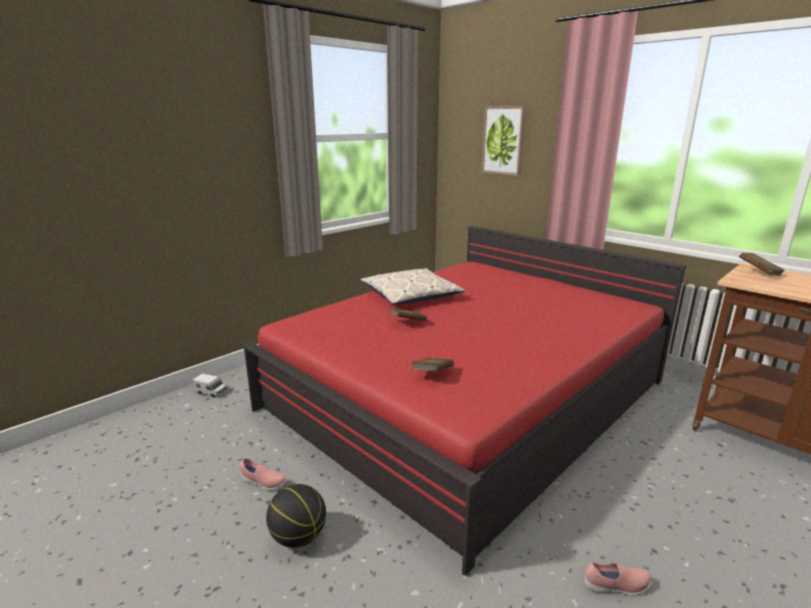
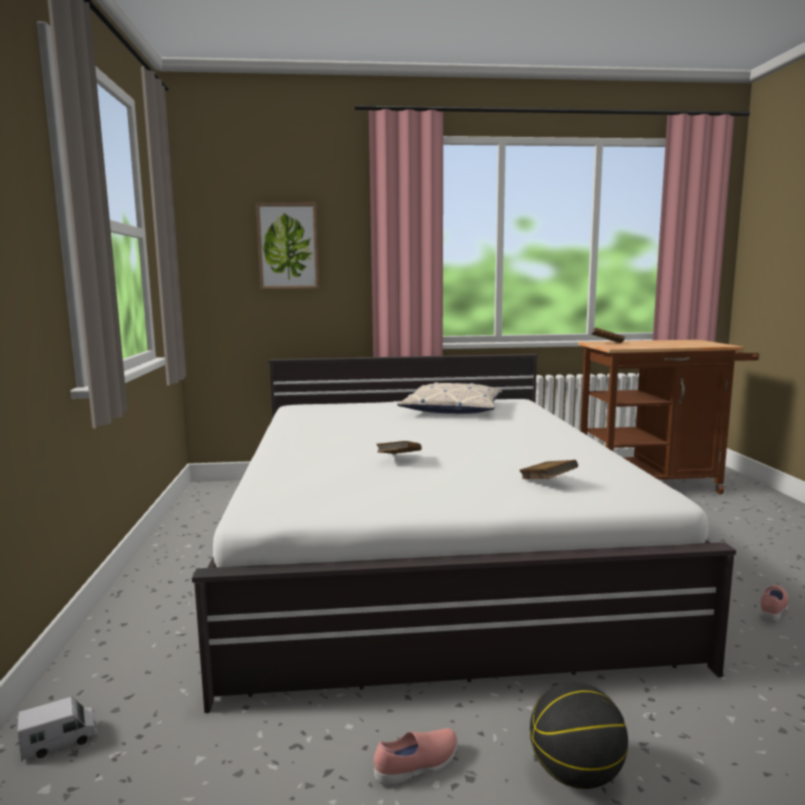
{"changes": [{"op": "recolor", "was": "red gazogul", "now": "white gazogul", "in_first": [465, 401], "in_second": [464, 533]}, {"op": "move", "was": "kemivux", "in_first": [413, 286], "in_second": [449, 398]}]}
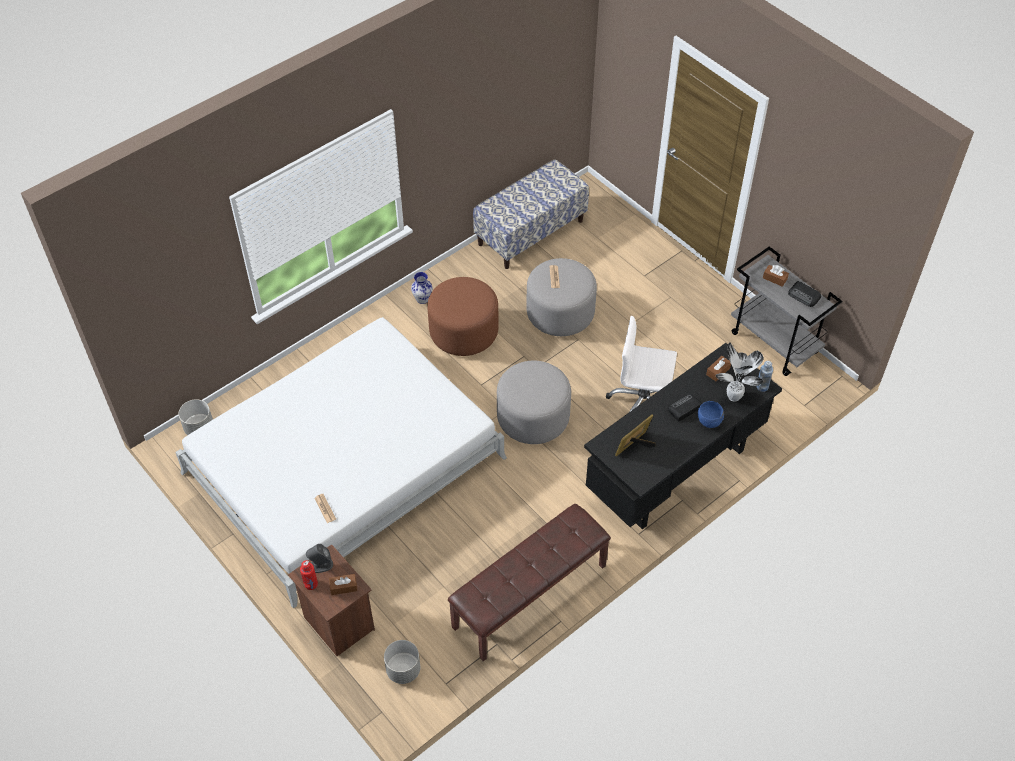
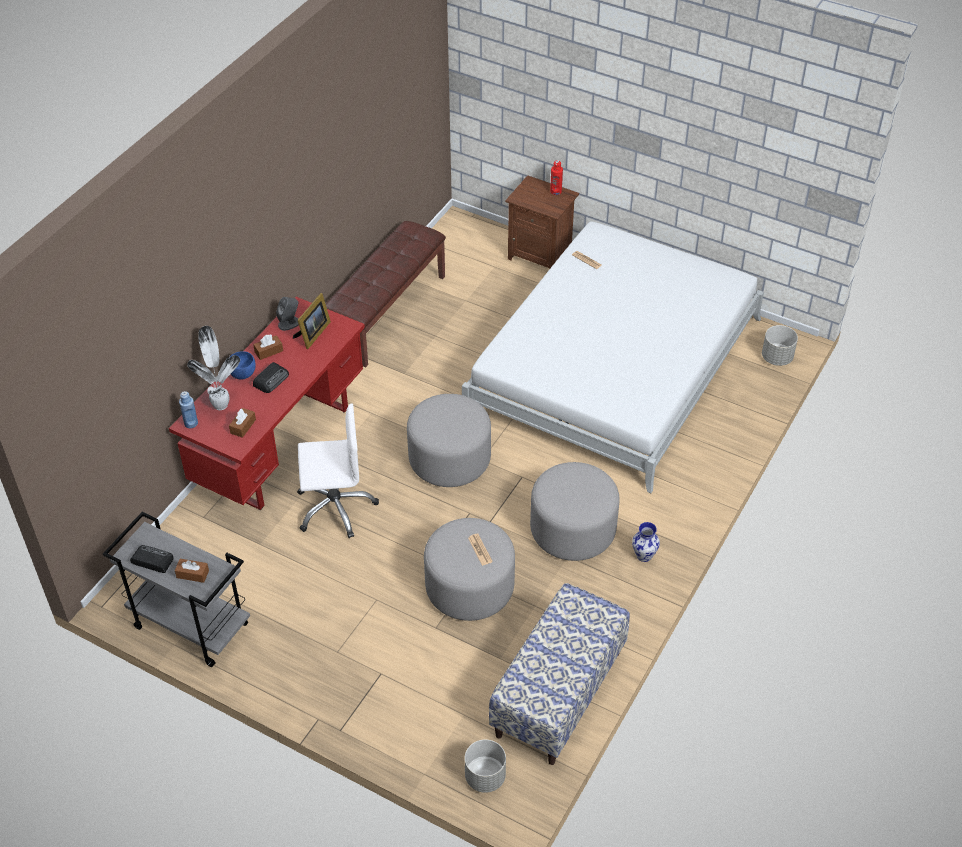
{"changes": [{"op": "recolor", "was": "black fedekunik", "now": "red fedekunik", "in_first": [683, 436], "in_second": [267, 403]}, {"op": "move", "was": "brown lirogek", "in_first": [343, 584], "in_second": [268, 347]}, {"op": "move", "was": "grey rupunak", "in_first": [319, 558], "in_second": [287, 314]}, {"op": "move", "was": "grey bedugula", "in_first": [402, 662], "in_second": [485, 766]}, {"op": "recolor", "was": "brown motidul", "now": "grey motidul", "in_first": [463, 316], "in_second": [574, 511]}]}
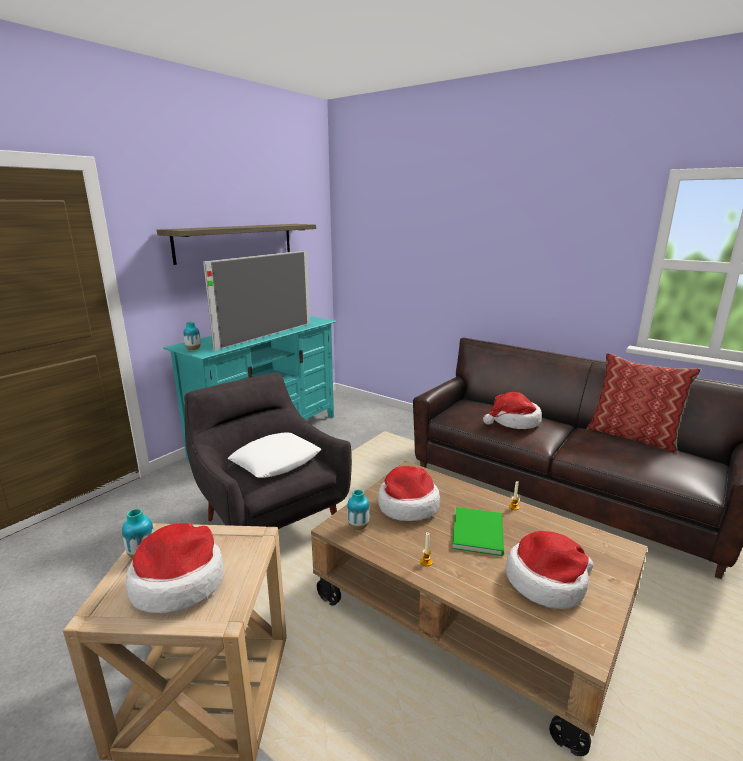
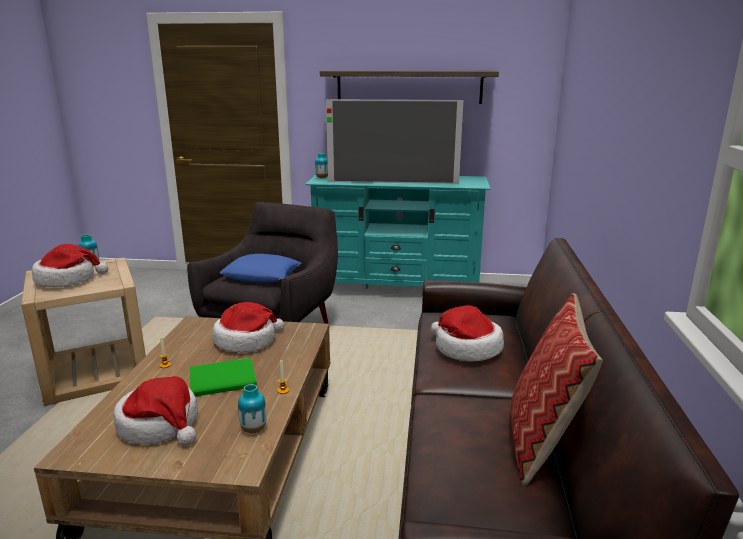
{"changes": [{"op": "recolor", "was": "white kemivux", "now": "blue kemivux", "in_first": [275, 455], "in_second": [260, 268]}, {"op": "move", "was": "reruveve", "in_first": [358, 509], "in_second": [252, 409]}]}
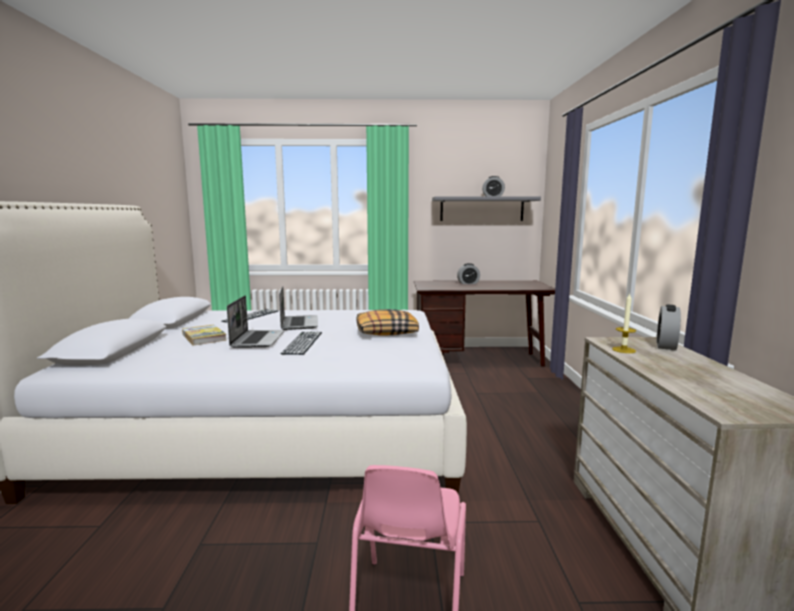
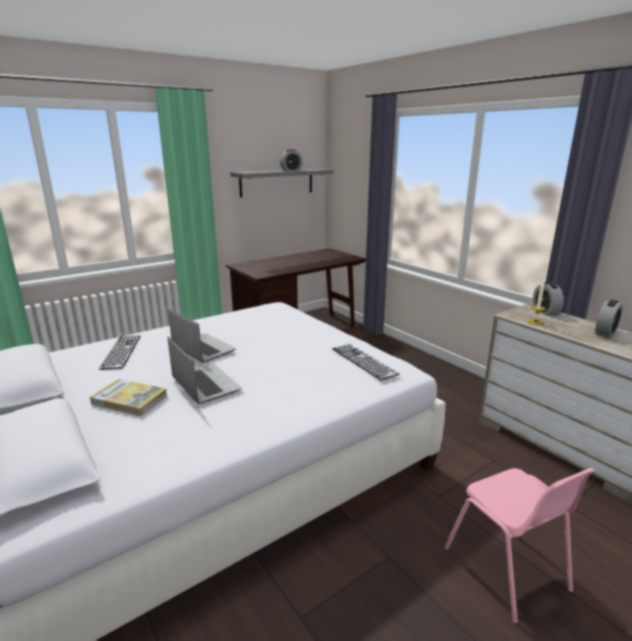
{"changes": [{"op": "move", "was": "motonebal", "in_first": [301, 343], "in_second": [366, 362]}, {"op": "move", "was": "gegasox", "in_first": [468, 273], "in_second": [609, 318]}, {"op": "delete", "was": "kemivux", "in_first": [387, 322]}]}
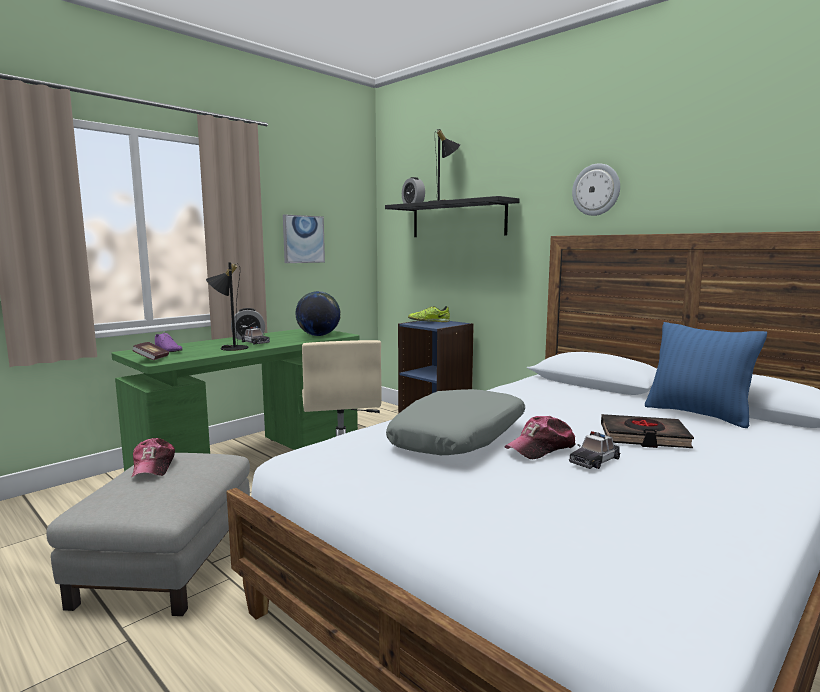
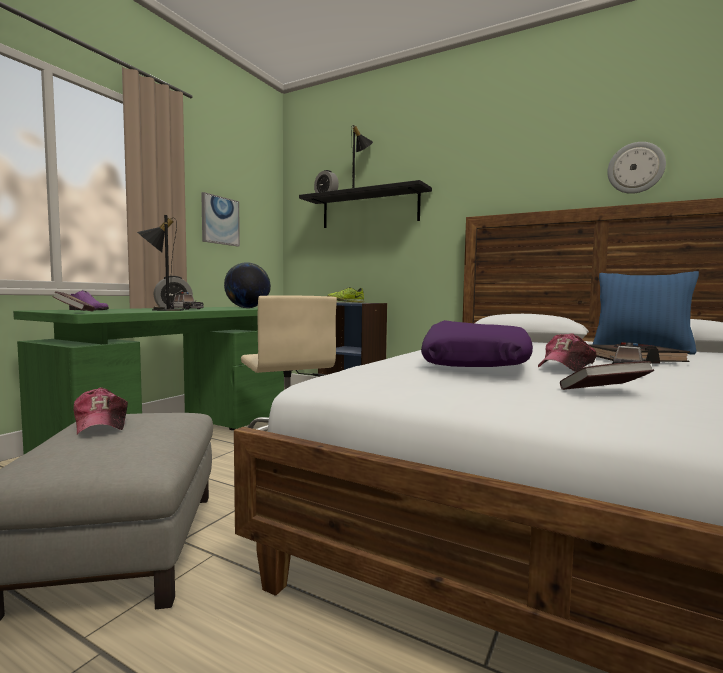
{"changes": [{"op": "recolor", "was": "grey kemivux", "now": "purple kemivux", "in_first": [455, 422], "in_second": [477, 343]}, {"op": "insert", "now": "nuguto", "in_second": [607, 375]}, {"op": "move", "was": "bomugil", "in_first": [596, 189], "in_second": [636, 168]}]}
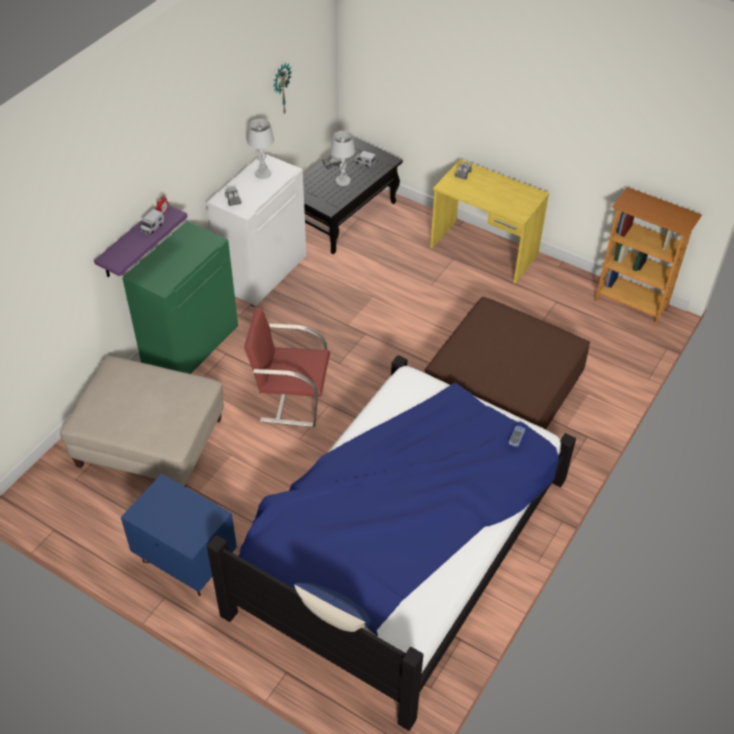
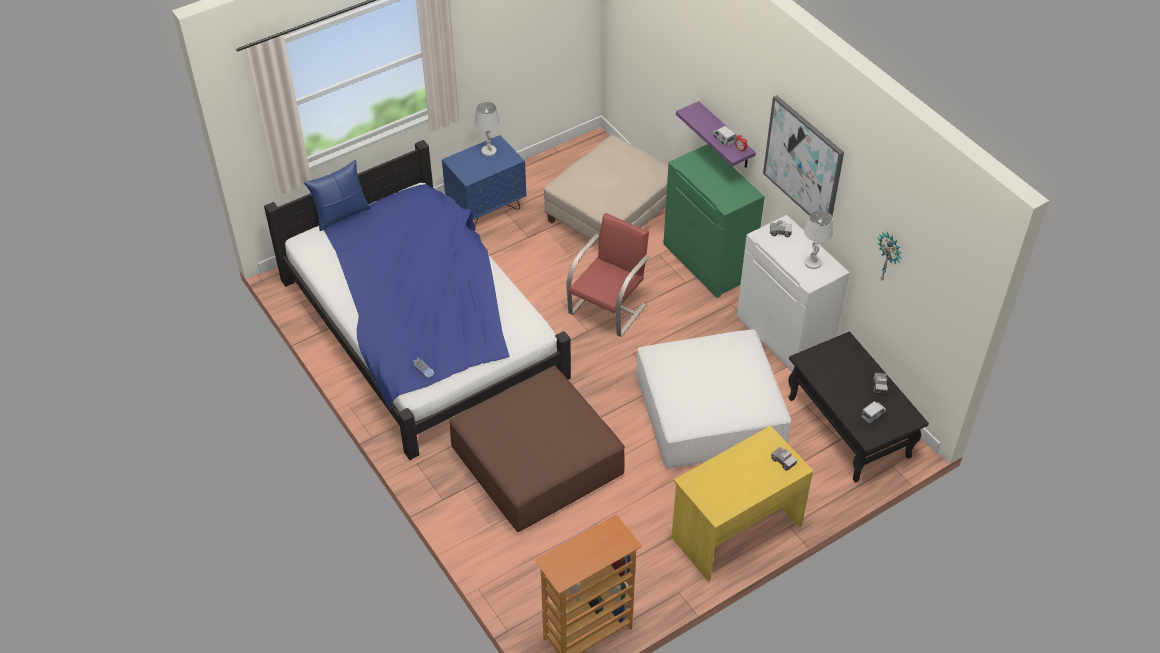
{"changes": [{"op": "move", "was": "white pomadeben", "in_first": [342, 158], "in_second": [487, 129]}, {"op": "insert", "now": "white motidul", "in_second": [713, 399]}, {"op": "insert", "now": "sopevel", "in_second": [803, 160]}]}
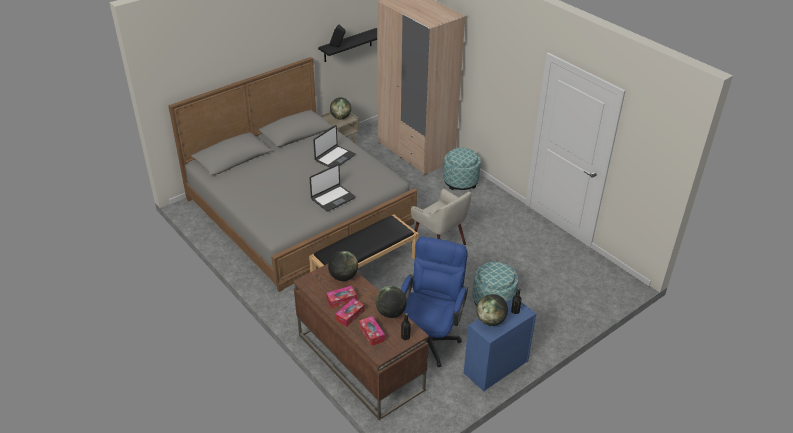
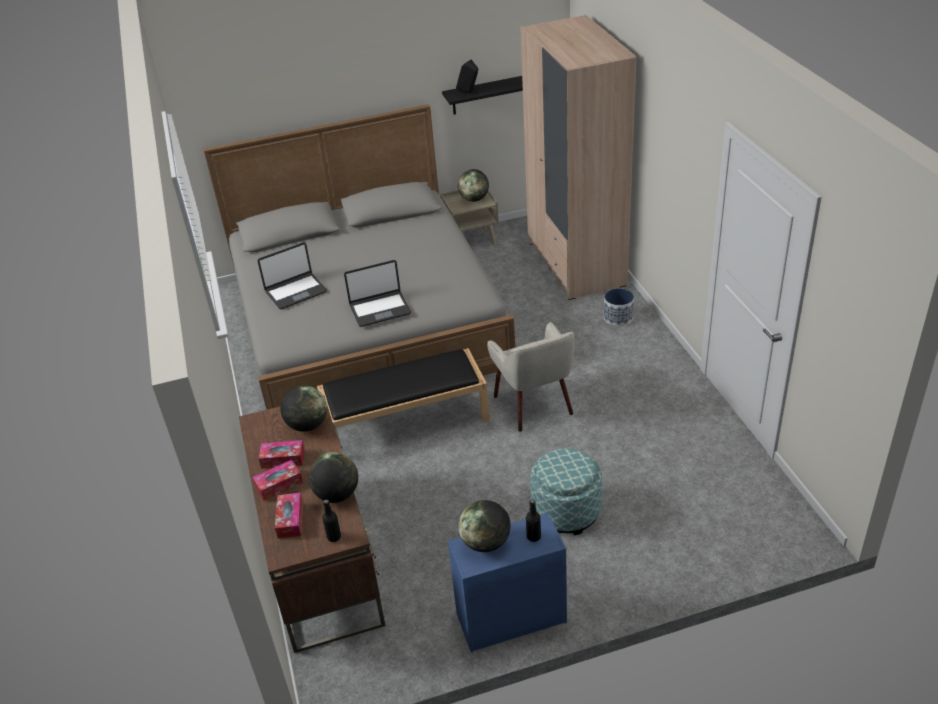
{"changes": [{"op": "move", "was": "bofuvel", "in_first": [334, 146], "in_second": [292, 275]}, {"op": "replace", "was": "motidul", "now": "bedugula", "in_first": [462, 169], "in_second": [619, 307]}, {"op": "delete", "was": "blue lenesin", "in_first": [434, 301]}]}
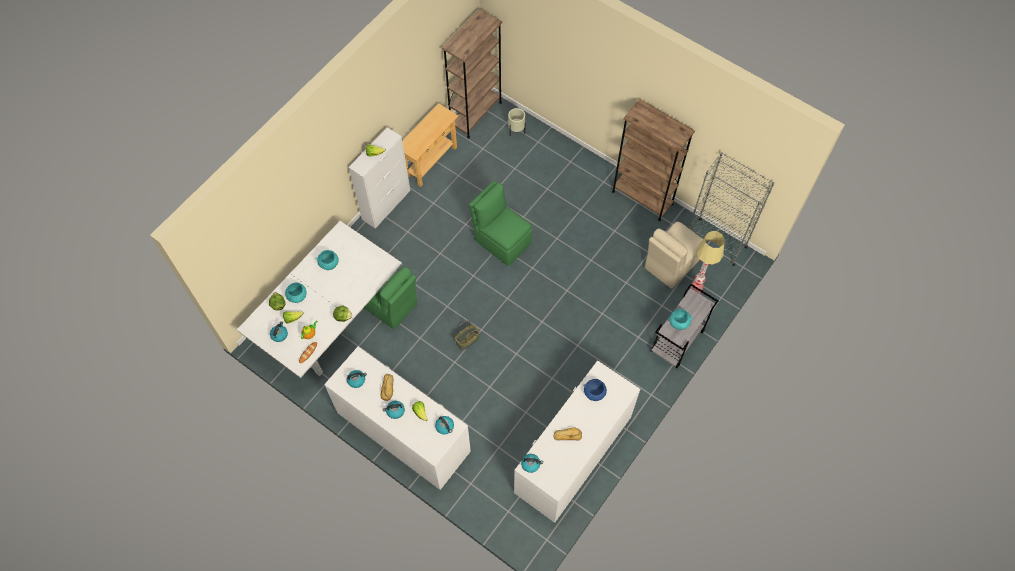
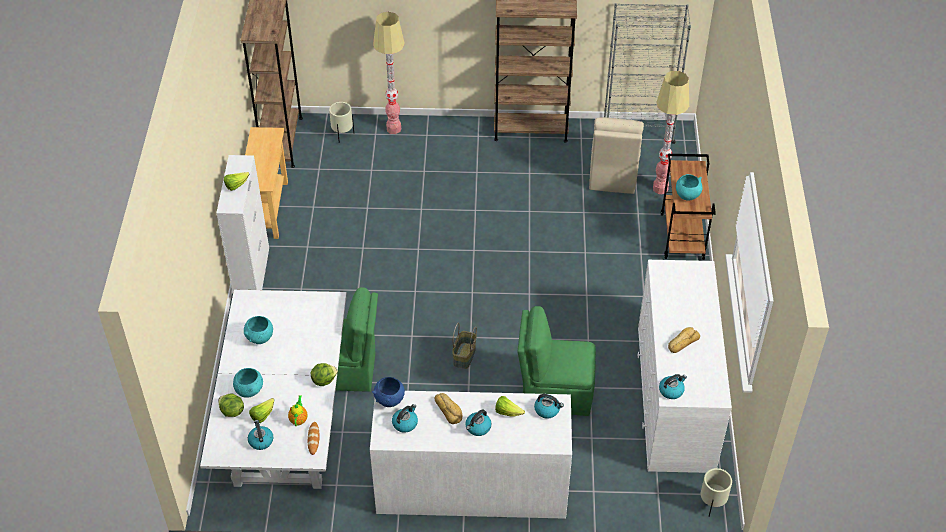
{"changes": [{"op": "move", "was": "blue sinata", "in_first": [595, 390], "in_second": [388, 392]}, {"op": "insert", "now": "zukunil", "in_second": [389, 73]}, {"op": "move", "was": "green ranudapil", "in_first": [500, 223], "in_second": [556, 361]}, {"op": "recolor", "was": "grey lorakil", "now": "brown lorakil", "in_first": [684, 326], "in_second": [688, 207]}, {"op": "insert", "now": "beige bedugula", "in_second": [716, 492]}]}
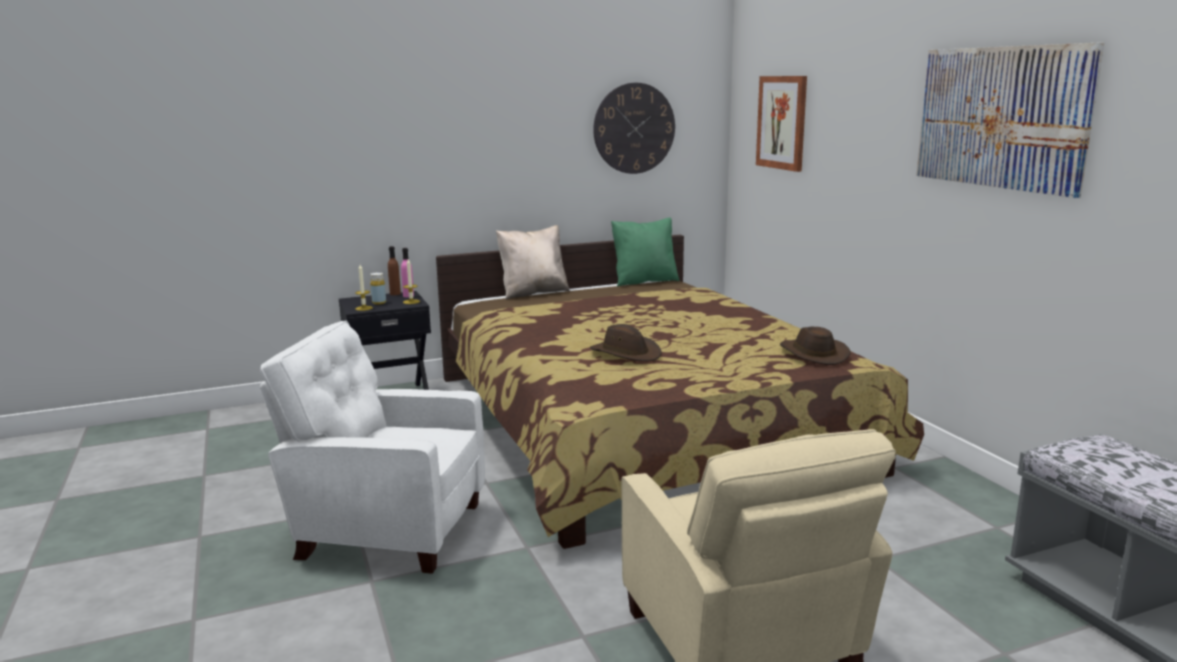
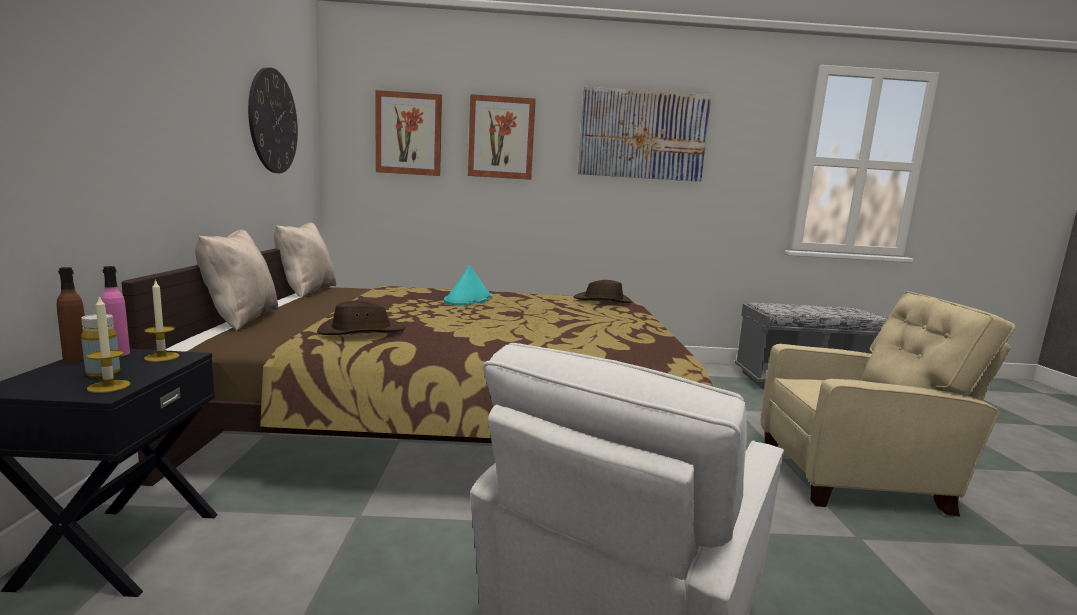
{"changes": [{"op": "recolor", "was": "green kemivux", "now": "beige kemivux", "in_first": [645, 252], "in_second": [305, 260]}, {"op": "move", "was": "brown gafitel", "in_first": [626, 342], "in_second": [361, 318]}, {"op": "insert", "now": "turquoise gafitel", "in_second": [468, 285]}, {"op": "insert", "now": "sopevel", "in_second": [502, 137]}]}
